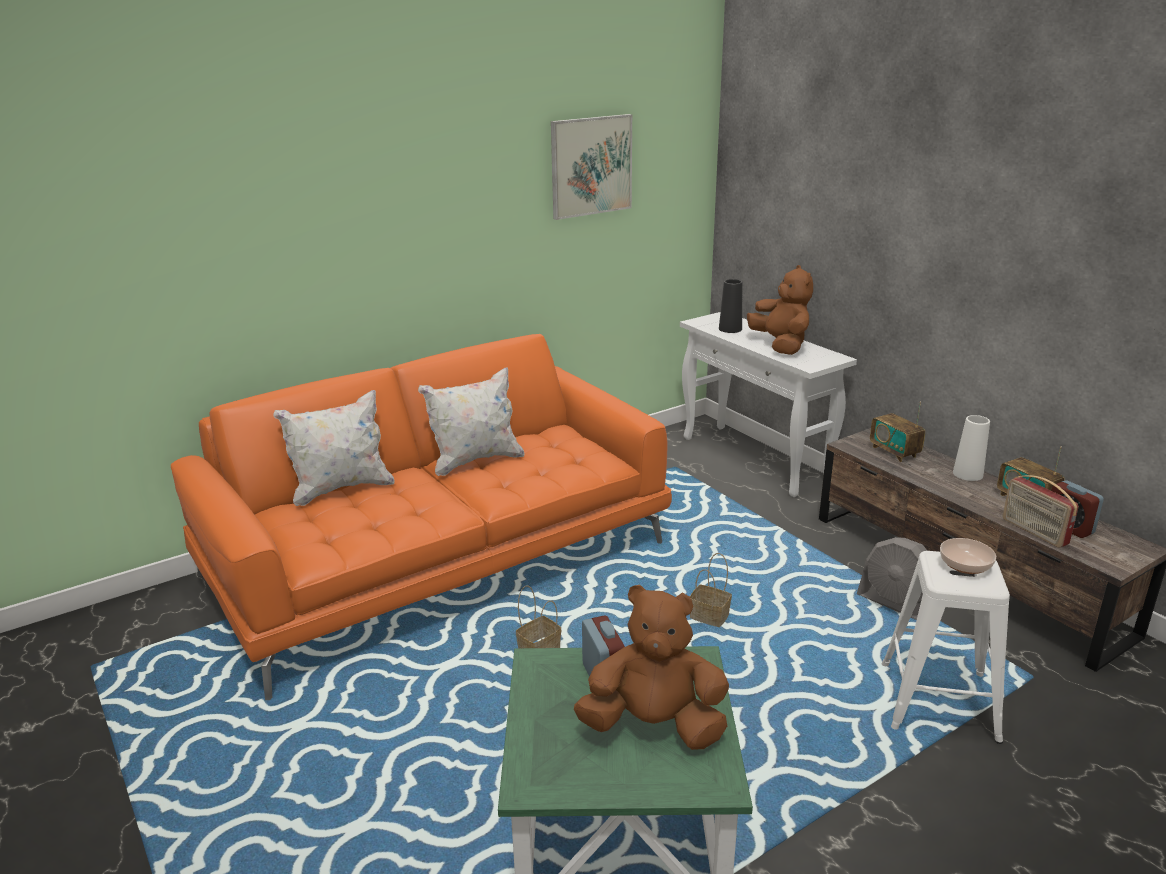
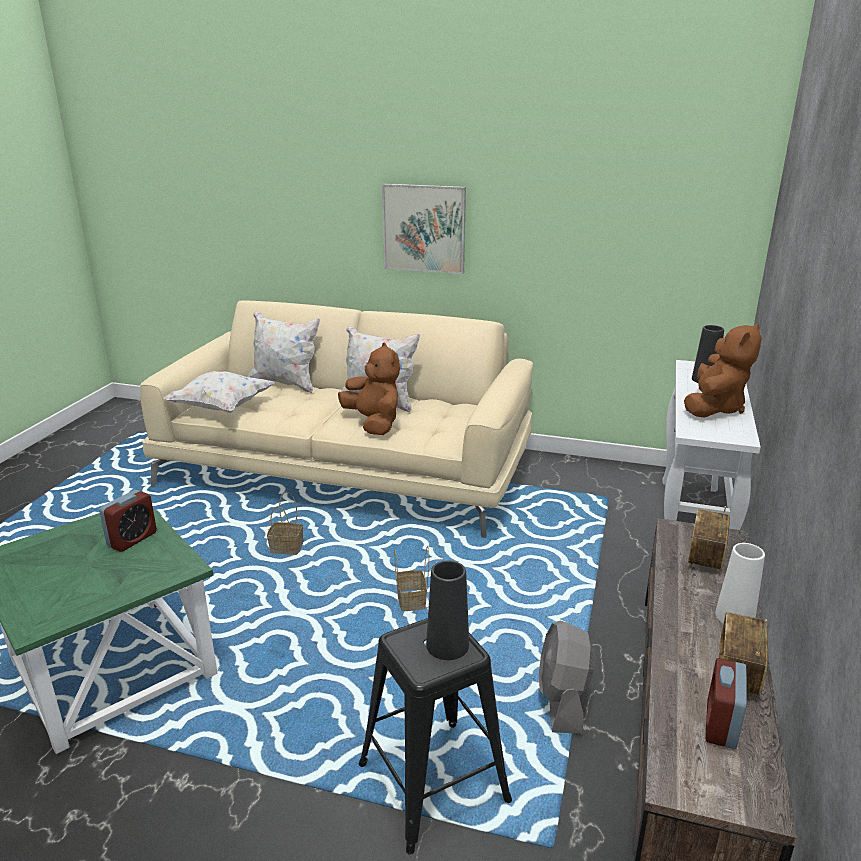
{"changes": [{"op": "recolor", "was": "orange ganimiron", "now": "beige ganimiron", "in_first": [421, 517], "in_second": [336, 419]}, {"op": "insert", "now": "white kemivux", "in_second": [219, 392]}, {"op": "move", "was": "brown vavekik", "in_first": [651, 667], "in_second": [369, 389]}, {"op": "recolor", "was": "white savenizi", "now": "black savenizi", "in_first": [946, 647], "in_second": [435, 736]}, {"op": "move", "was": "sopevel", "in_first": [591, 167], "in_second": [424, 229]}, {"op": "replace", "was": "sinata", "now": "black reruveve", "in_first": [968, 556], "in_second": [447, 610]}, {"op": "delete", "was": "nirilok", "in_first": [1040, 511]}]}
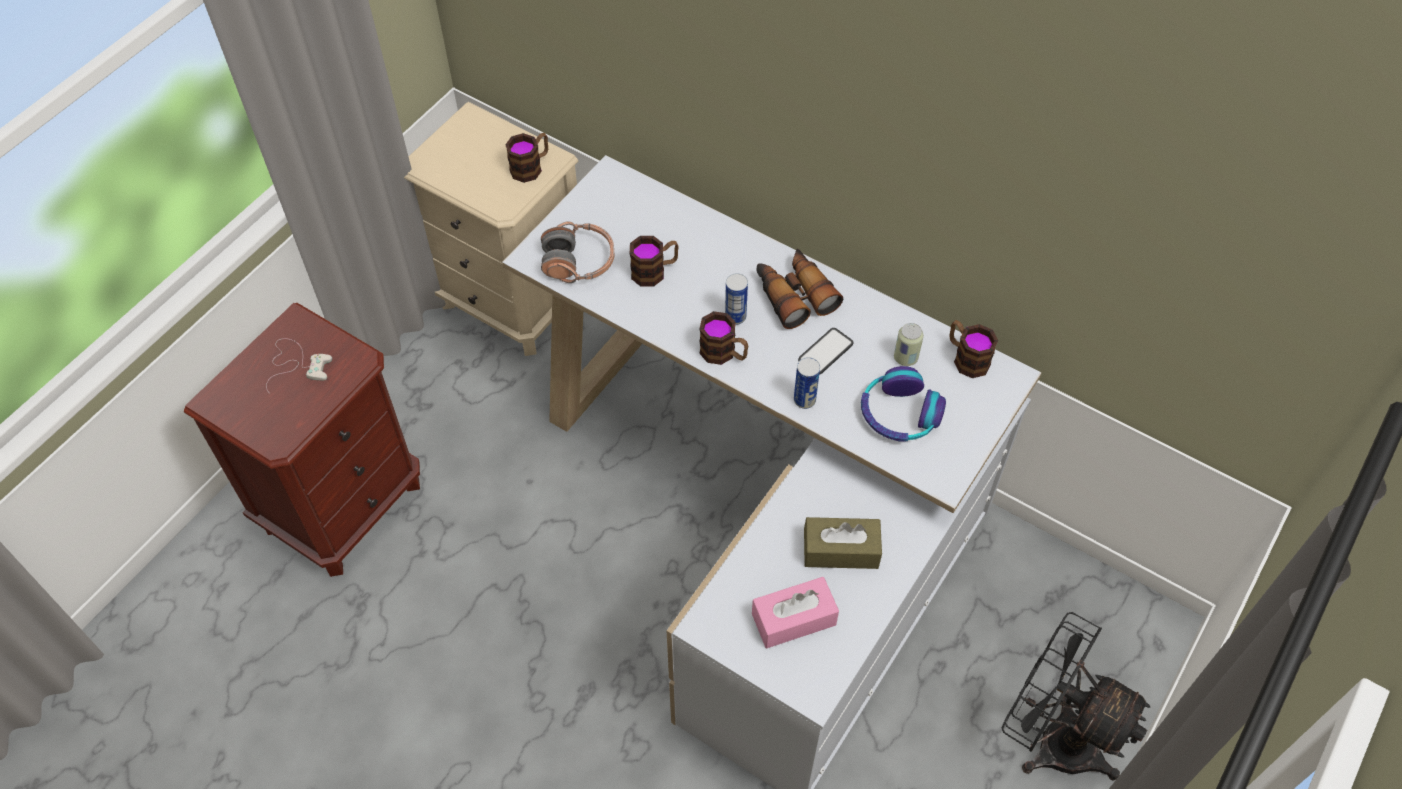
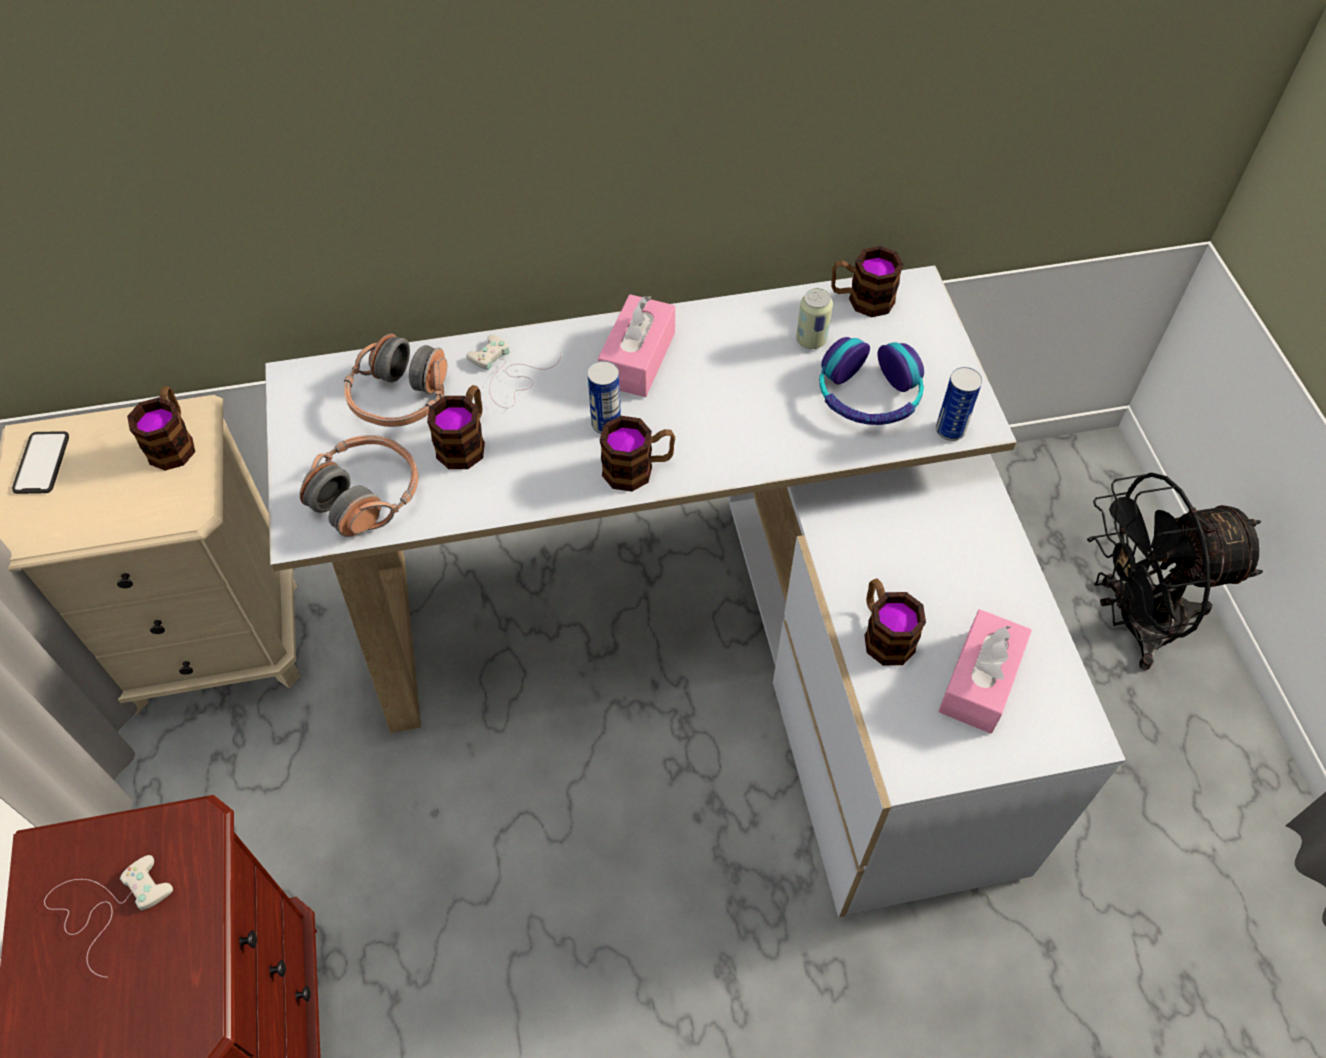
{"changes": [{"op": "move", "was": "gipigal", "in_first": [826, 351], "in_second": [40, 462]}, {"op": "insert", "now": "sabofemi", "in_second": [395, 380]}, {"op": "insert", "now": "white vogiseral", "in_second": [513, 371]}, {"op": "replace", "was": "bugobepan", "now": "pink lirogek", "in_first": [799, 289], "in_second": [636, 345]}, {"op": "insert", "now": "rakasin", "in_second": [895, 622]}, {"op": "move", "was": "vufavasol", "in_first": [807, 383], "in_second": [959, 404]}, {"op": "delete", "was": "brown lirogek", "in_first": [843, 543]}]}
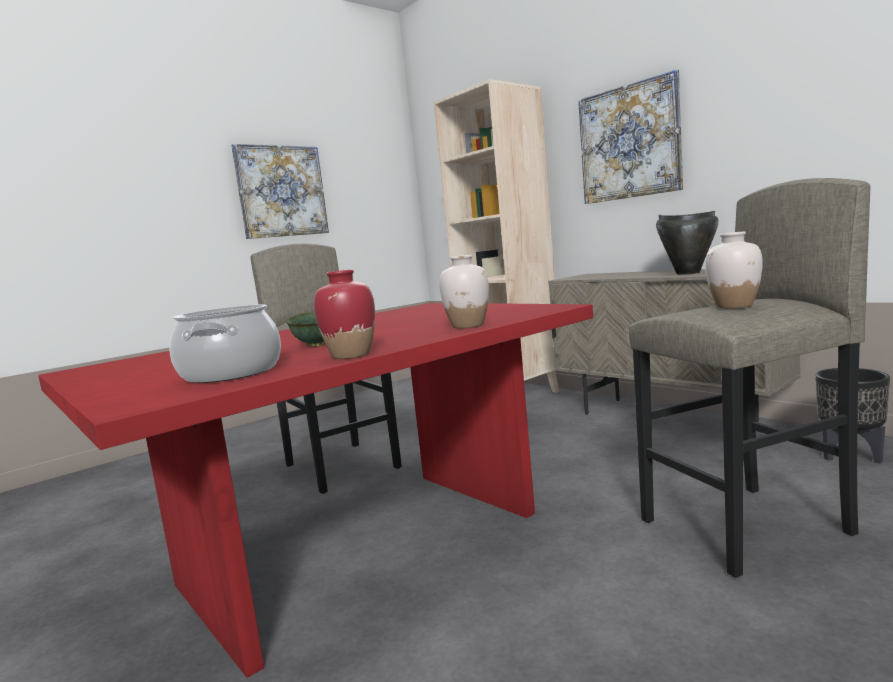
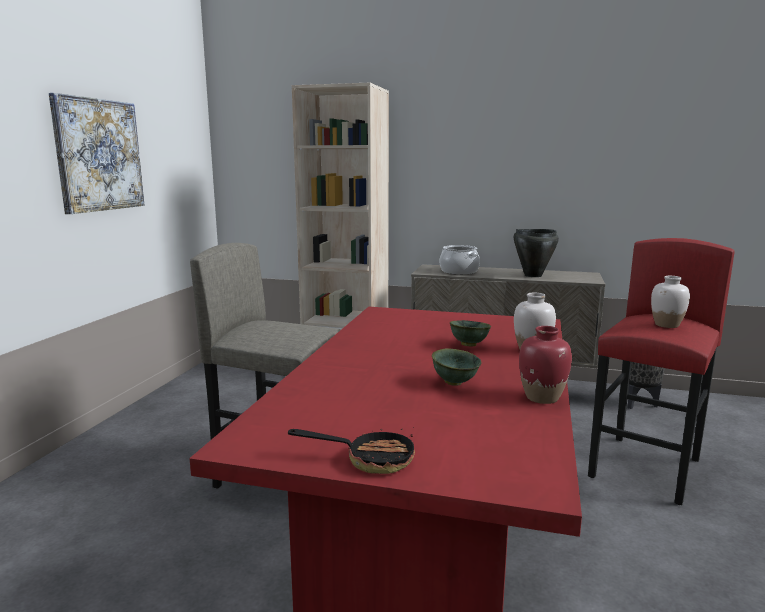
{"changes": [{"op": "insert", "now": "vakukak", "in_second": [351, 450]}, {"op": "move", "was": "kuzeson", "in_first": [225, 344], "in_second": [460, 260]}, {"op": "insert", "now": "green sinata", "in_second": [470, 333]}, {"op": "recolor", "was": "grey savenizi", "now": "red savenizi", "in_first": [749, 378], "in_second": [661, 371]}, {"op": "delete", "was": "sopevel", "in_first": [630, 136]}]}
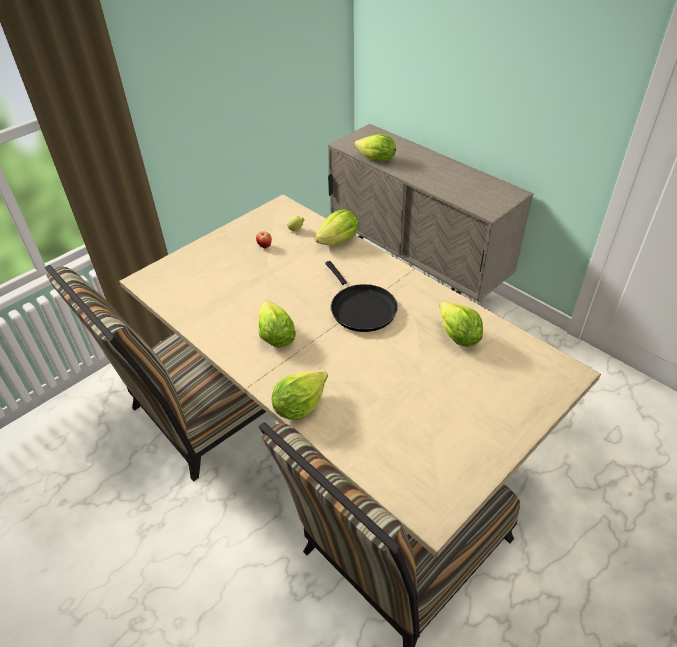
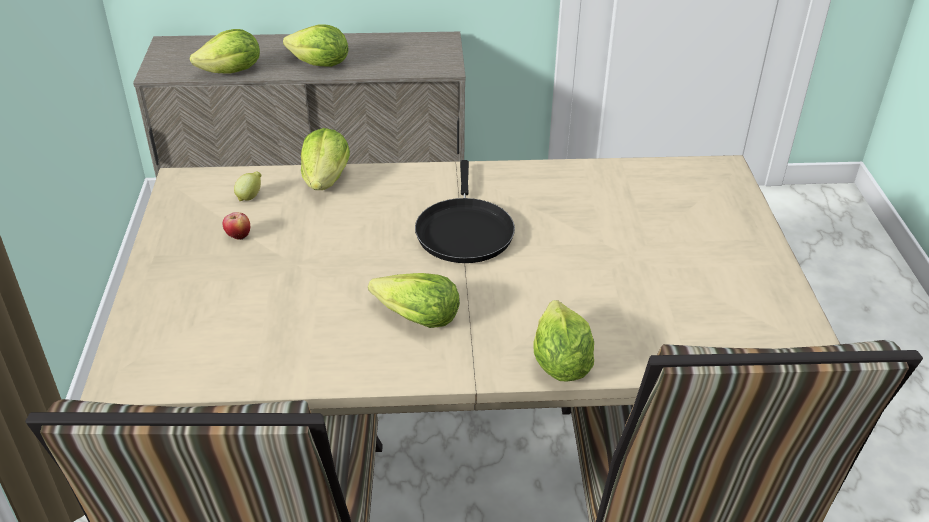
{"changes": [{"op": "move", "was": "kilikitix", "in_first": [461, 324], "in_second": [316, 46]}, {"op": "rotate", "was": "black vakukak", "in_first": [362, 296], "in_second": [465, 211], "clockwise": 75}]}
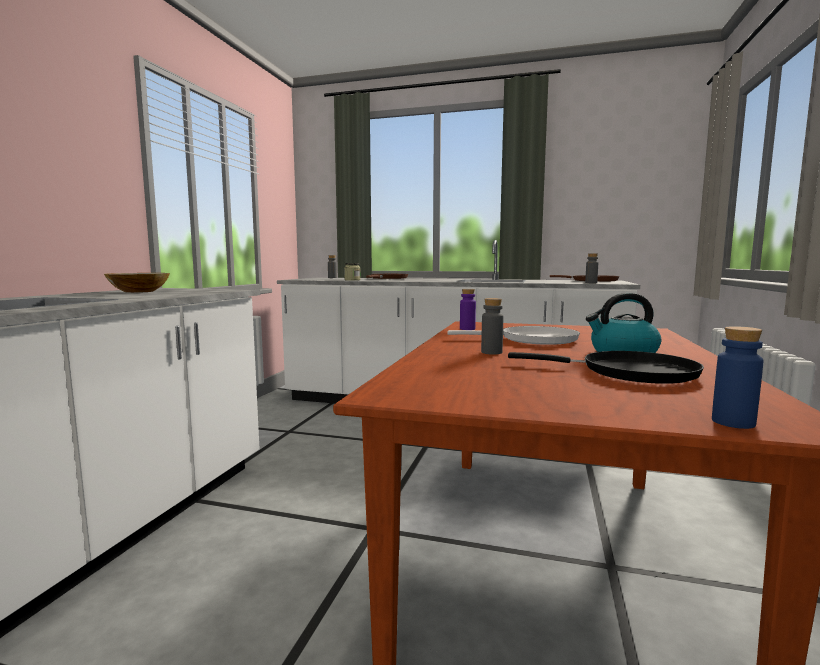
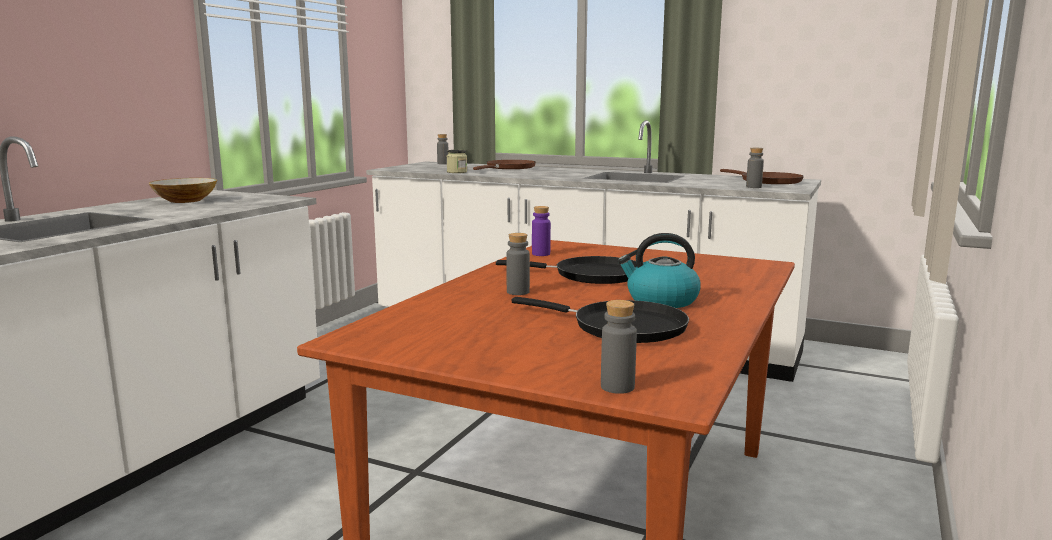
{"changes": [{"op": "recolor", "was": "white vakukak", "now": "black vakukak", "in_first": [513, 335], "in_second": [566, 270]}, {"op": "recolor", "was": "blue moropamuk", "now": "grey moropamuk", "in_first": [738, 377], "in_second": [619, 347]}]}
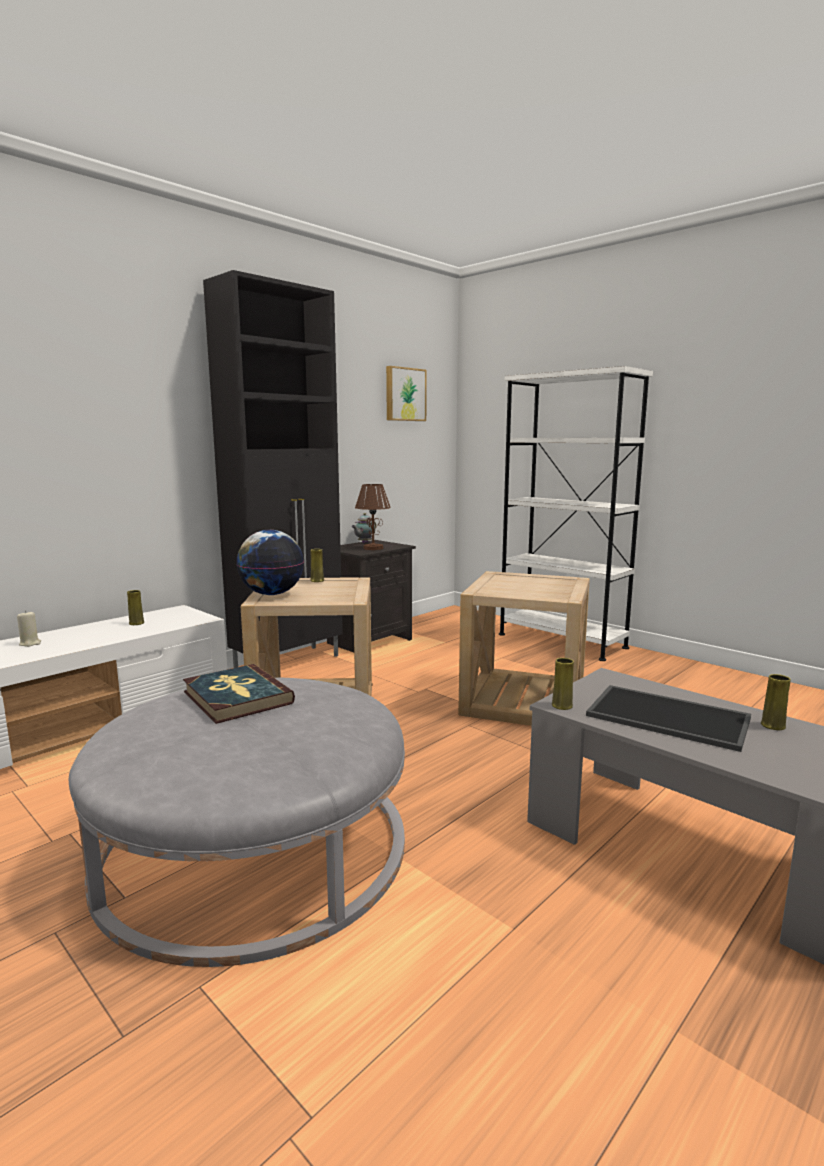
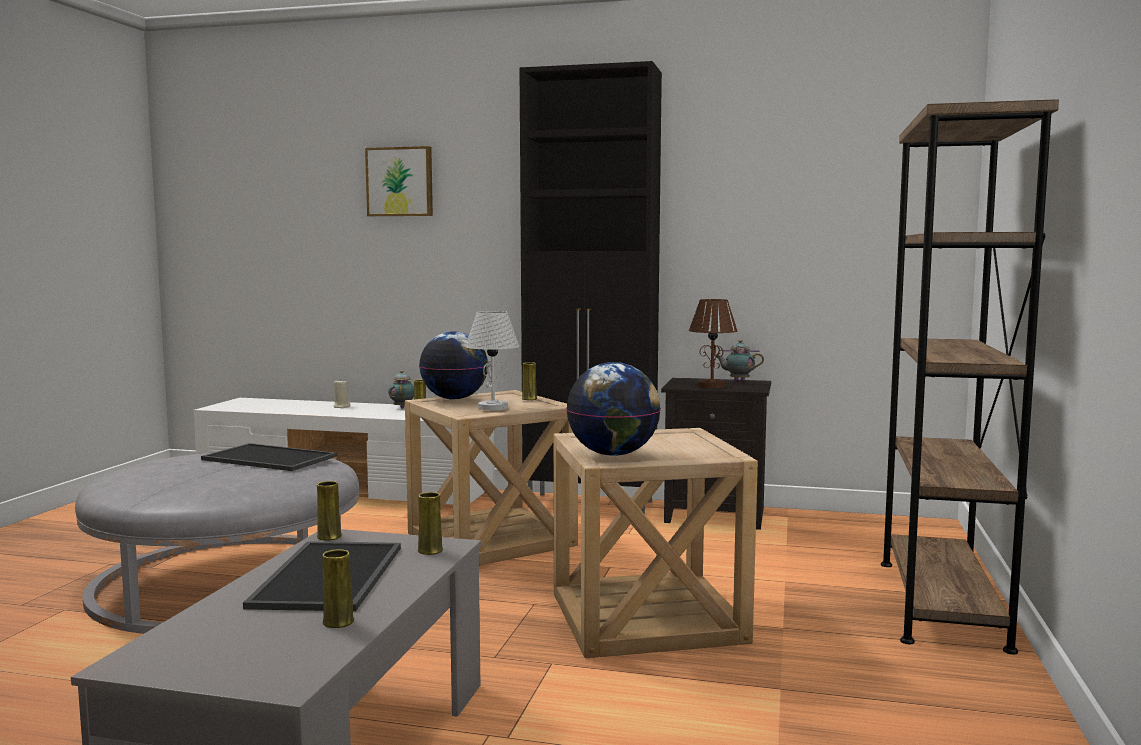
{"changes": [{"op": "replace", "was": "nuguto", "now": "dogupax", "in_first": [239, 694], "in_second": [269, 457]}, {"op": "move", "was": "sopevel", "in_first": [406, 393], "in_second": [399, 181]}, {"op": "insert", "now": "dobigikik", "in_second": [401, 389]}, {"op": "insert", "now": "yellow reruveve", "in_second": [430, 523]}, {"op": "insert", "now": "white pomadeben", "in_second": [492, 360]}, {"op": "insert", "now": "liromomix", "in_second": [613, 409]}, {"op": "recolor", "was": "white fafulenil", "now": "brown fafulenil", "in_first": [576, 513], "in_second": [970, 376]}]}
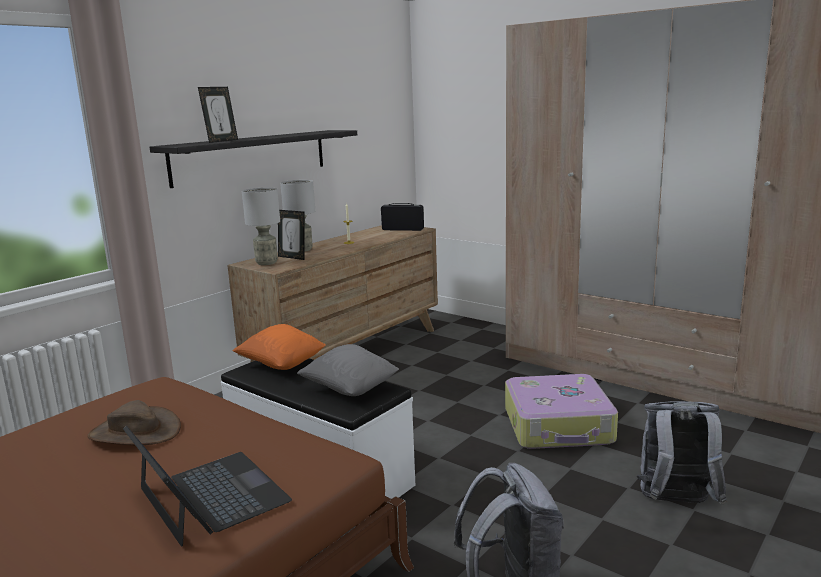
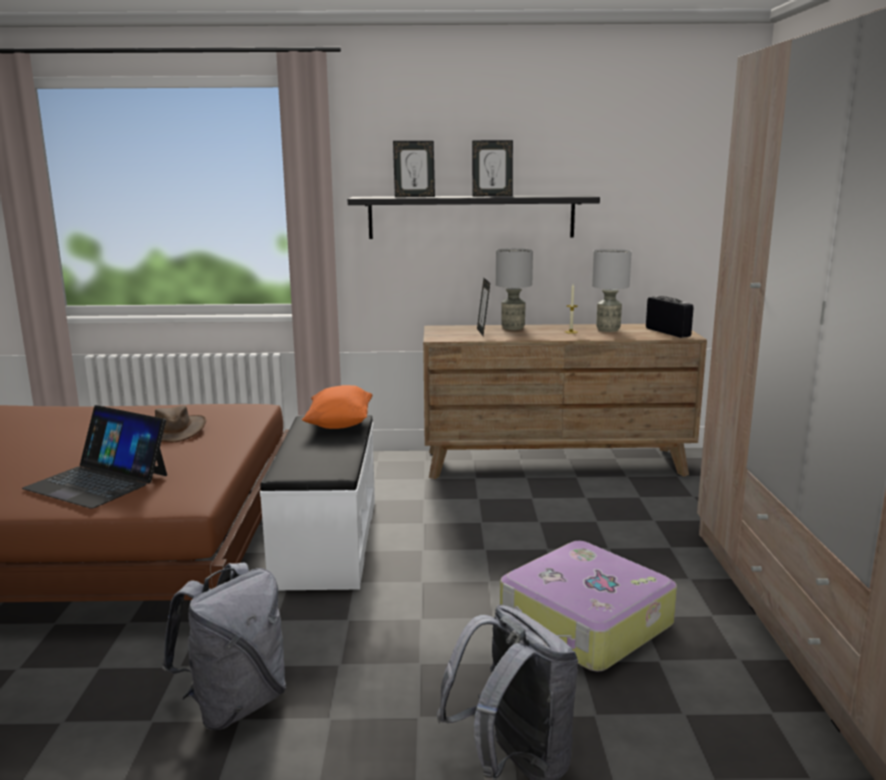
{"changes": [{"op": "rotate", "was": "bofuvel", "in_first": [207, 486], "in_second": [94, 456], "clockwise": 105}, {"op": "insert", "now": "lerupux", "in_second": [492, 168]}, {"op": "move", "was": "grey pomadeben", "in_first": [261, 226], "in_second": [612, 290]}, {"op": "delete", "was": "grey kemivux", "in_first": [348, 370]}]}
